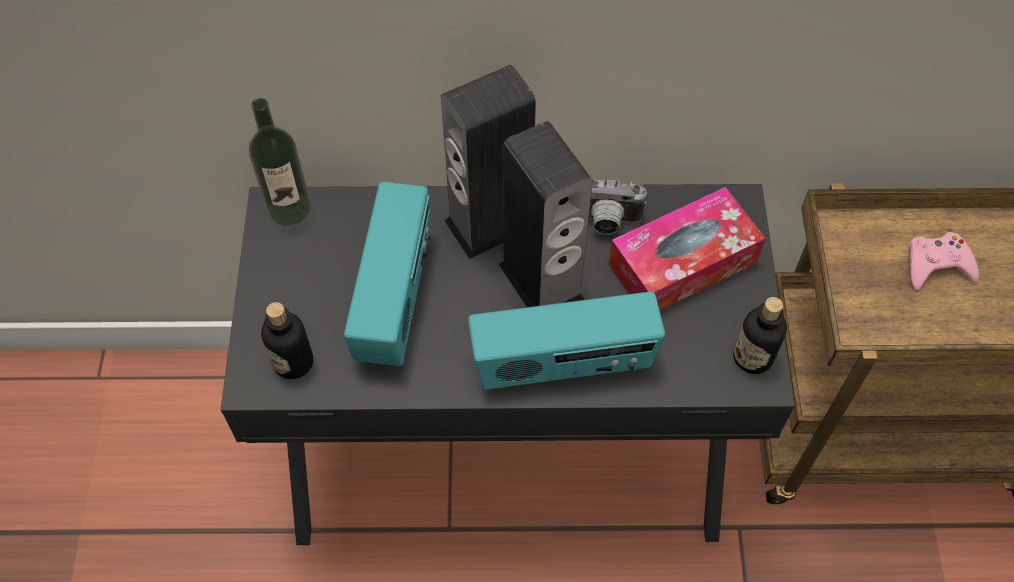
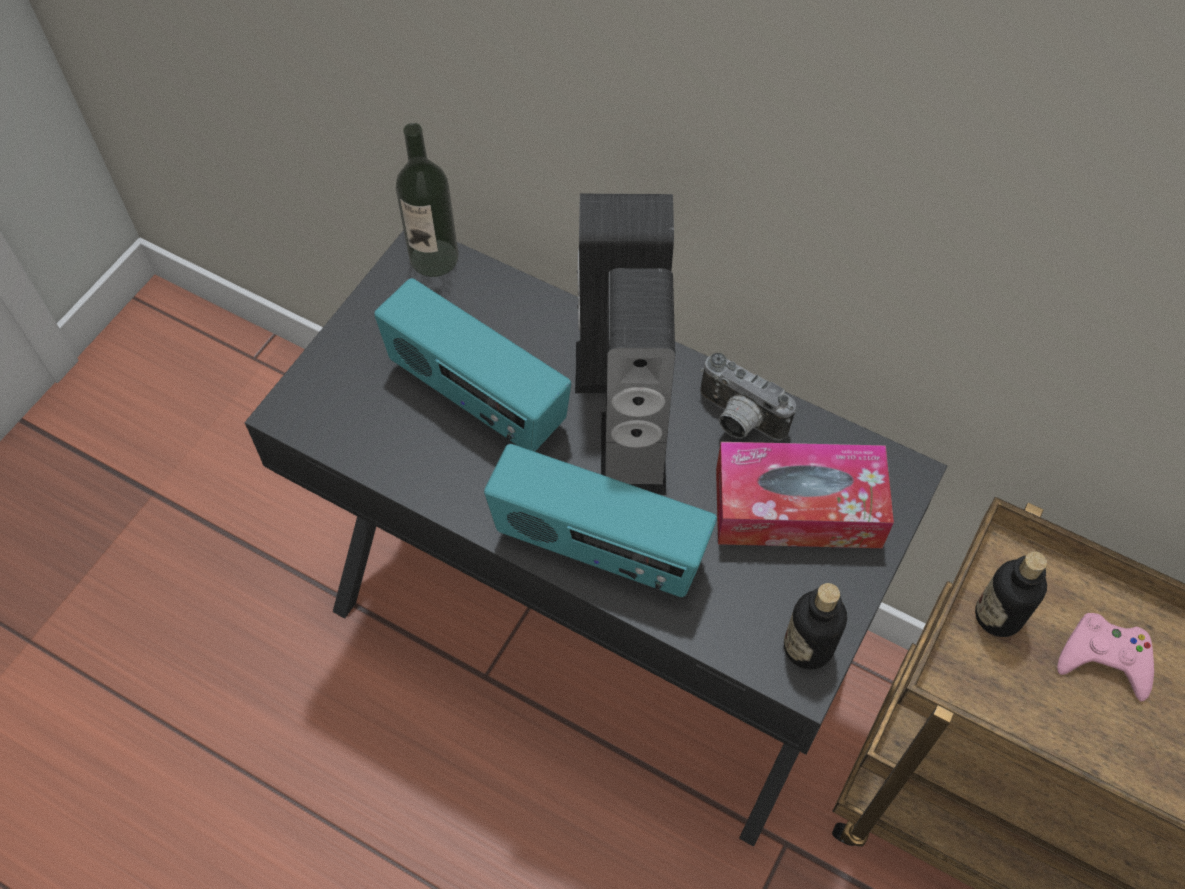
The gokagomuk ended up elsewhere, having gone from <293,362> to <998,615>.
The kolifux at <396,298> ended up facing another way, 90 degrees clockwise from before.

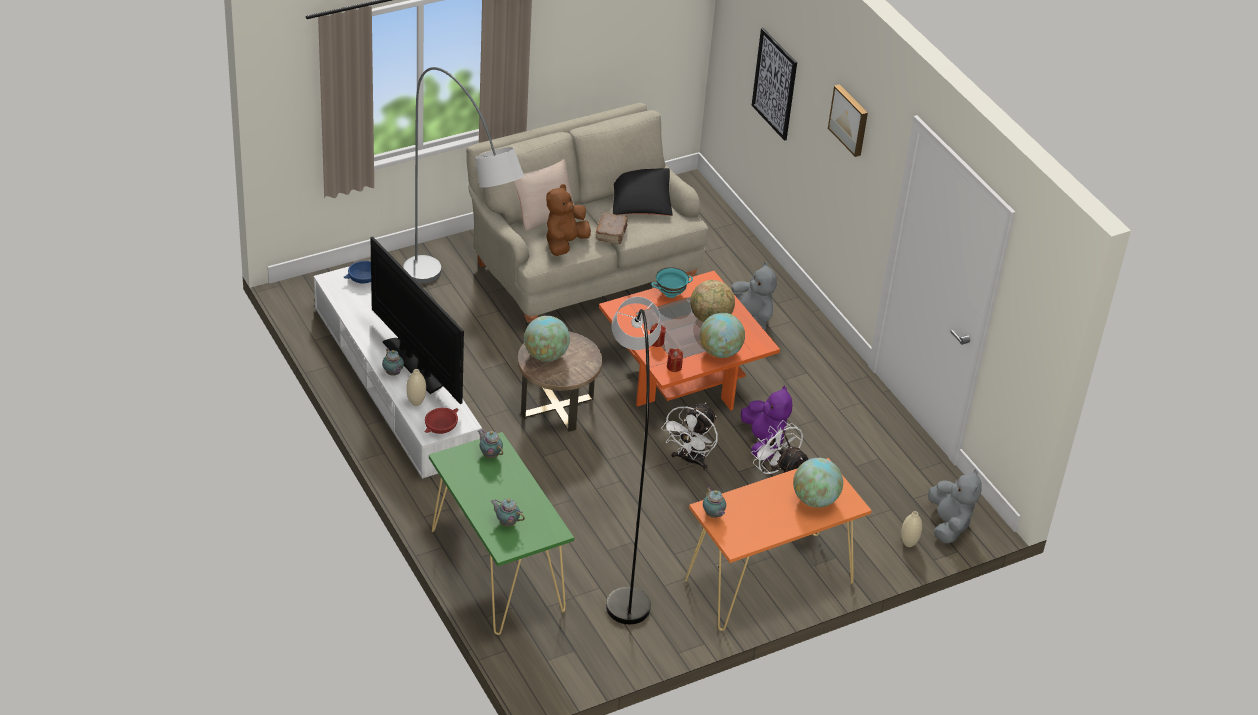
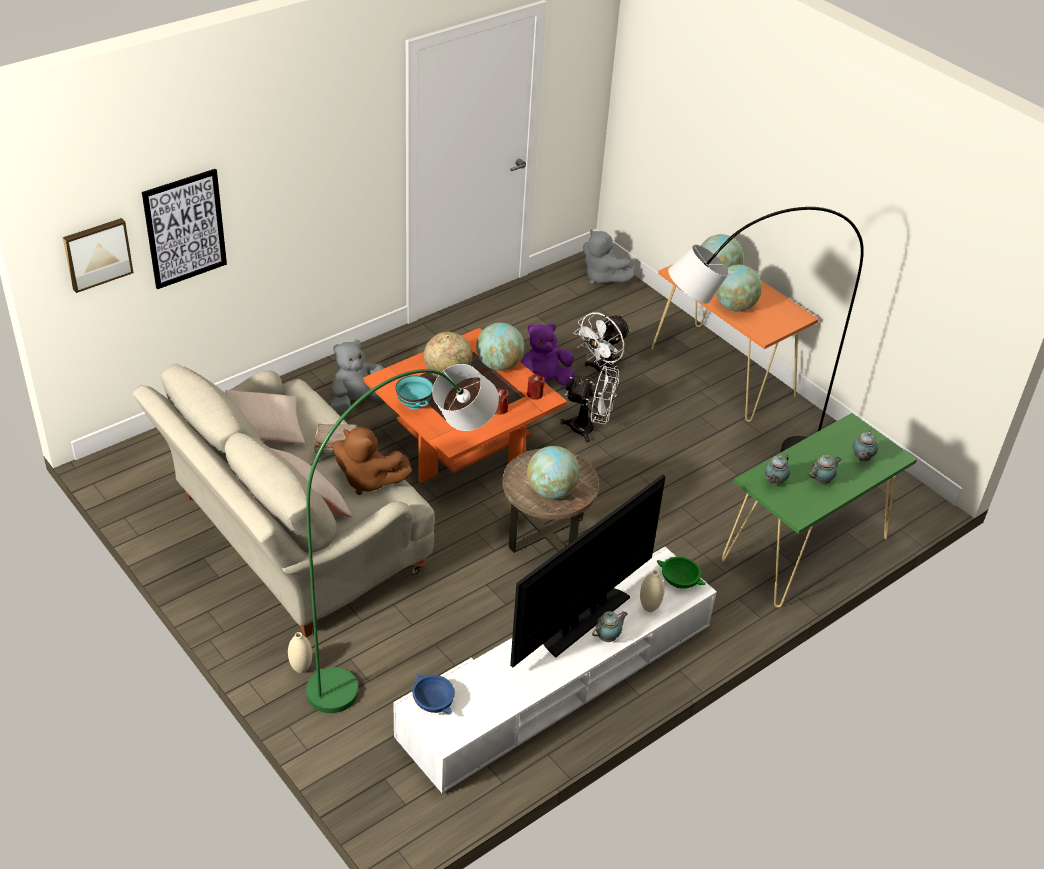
The second view gained the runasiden at <734,306>.
The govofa ended up elsewhere, having gone from <713,515> to <822,481>.
The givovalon ended up elsewhere, having gone from <850,119> to <97,253>.
The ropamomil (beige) ended up elsewhere, having gone from <908,544> to <301,668>.
What was the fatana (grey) at <461,311> turned into the fatana (green) at <404,640>.
What was the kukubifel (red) at <441,427> turned into the kukubifel (green) at <680,579>.
What was the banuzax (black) at <640,201> turned into the banuzax (beige) at <265,428>.
The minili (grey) at <949,524> ended up facing another way, 120 degrees counterclockwise from before.

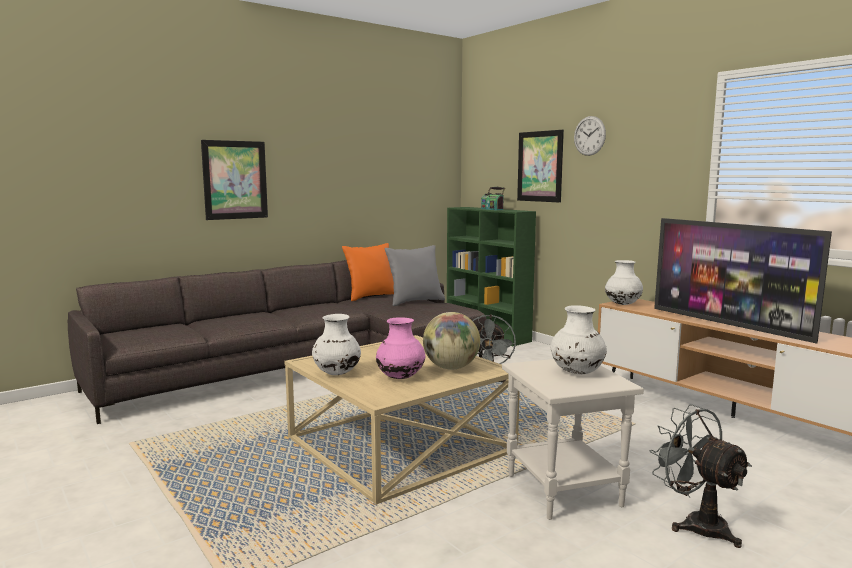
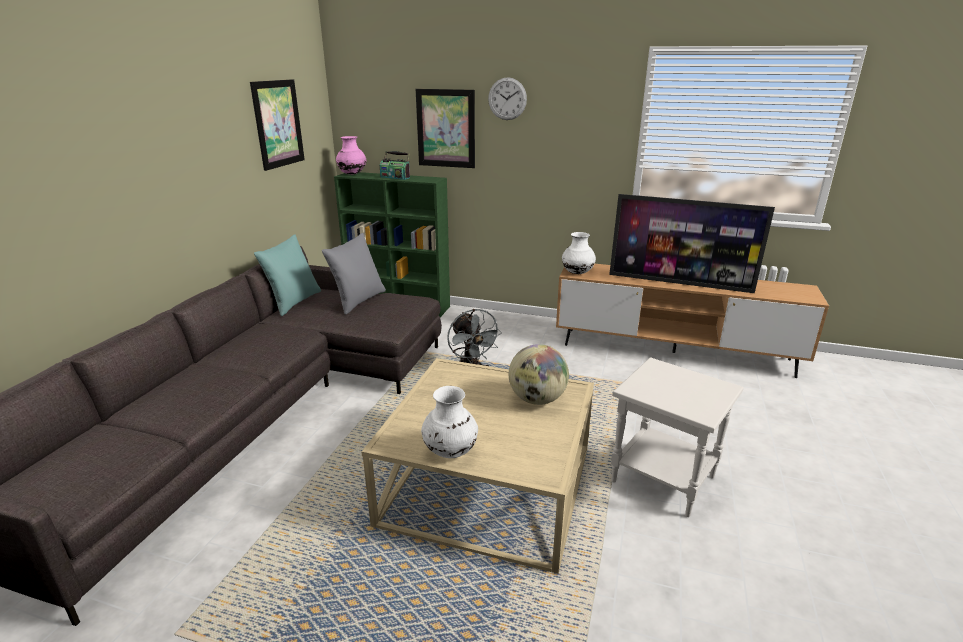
The second view lost the ropamomil (white) at <577,372>.
The second view lost the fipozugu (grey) at <696,524>.
The givovalon ended up elsewhere, having gone from <235,180> to <278,124>.
The ropamomil (pink) ended up elsewhere, having gone from <400,377> to <352,174>.
What was the banuzax (orange) at <371,296> turned into the banuzax (turquoise) at <294,302>.

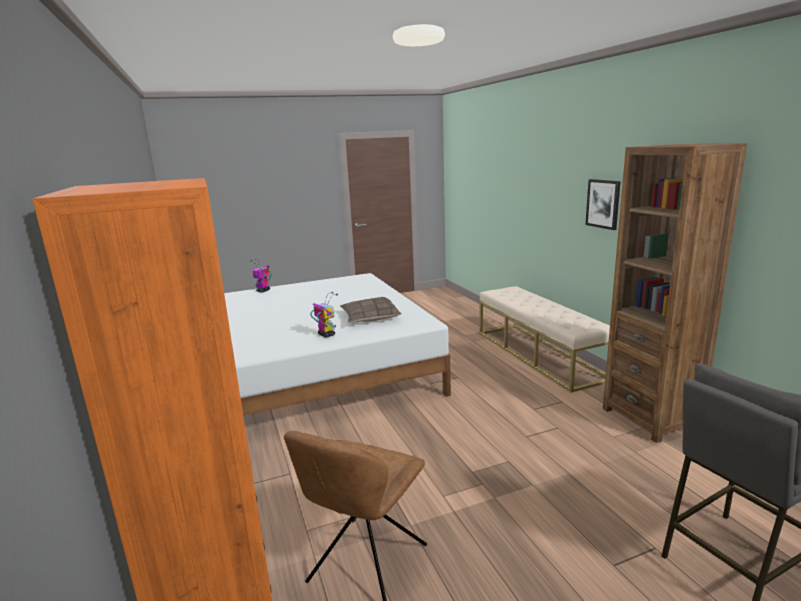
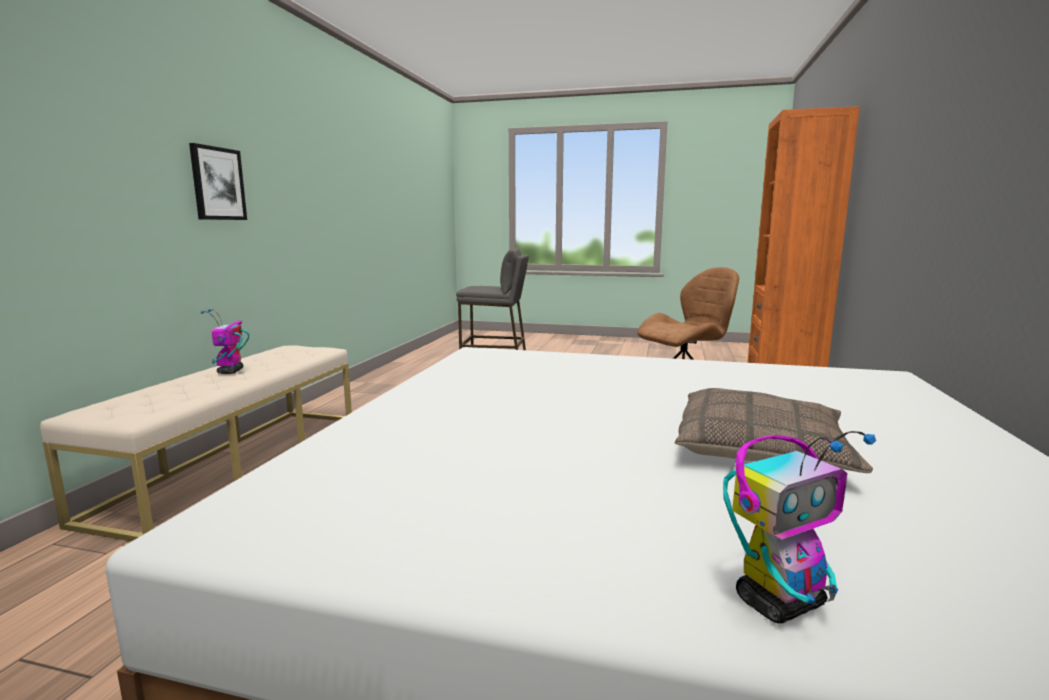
The second view lost the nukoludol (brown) at <650,418>.
The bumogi ended up elsewhere, having gone from <326,334> to <230,372>.
The banuzax ended up elsewhere, having gone from <369,317> to <762,449>.

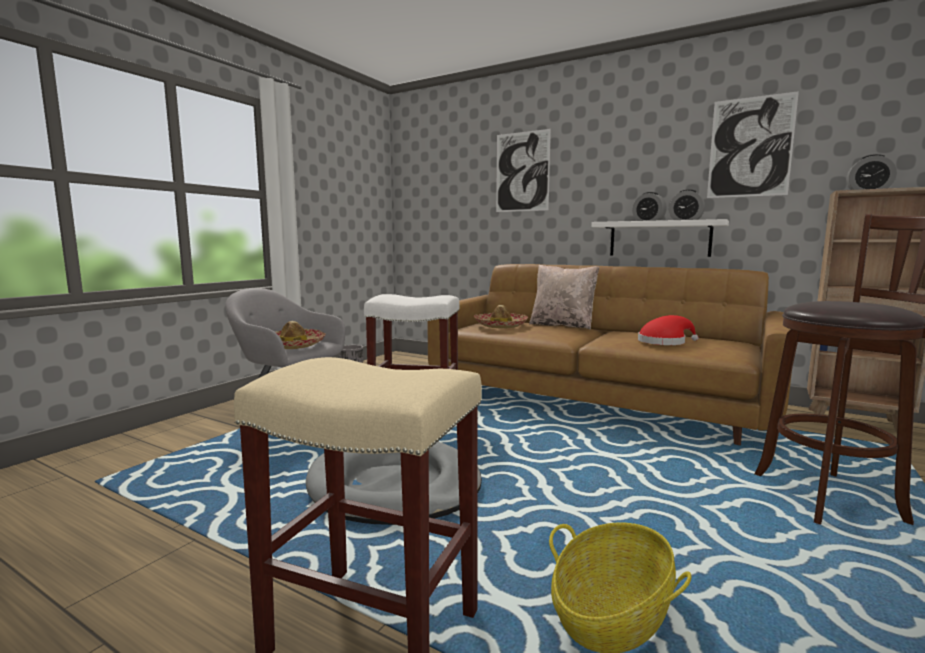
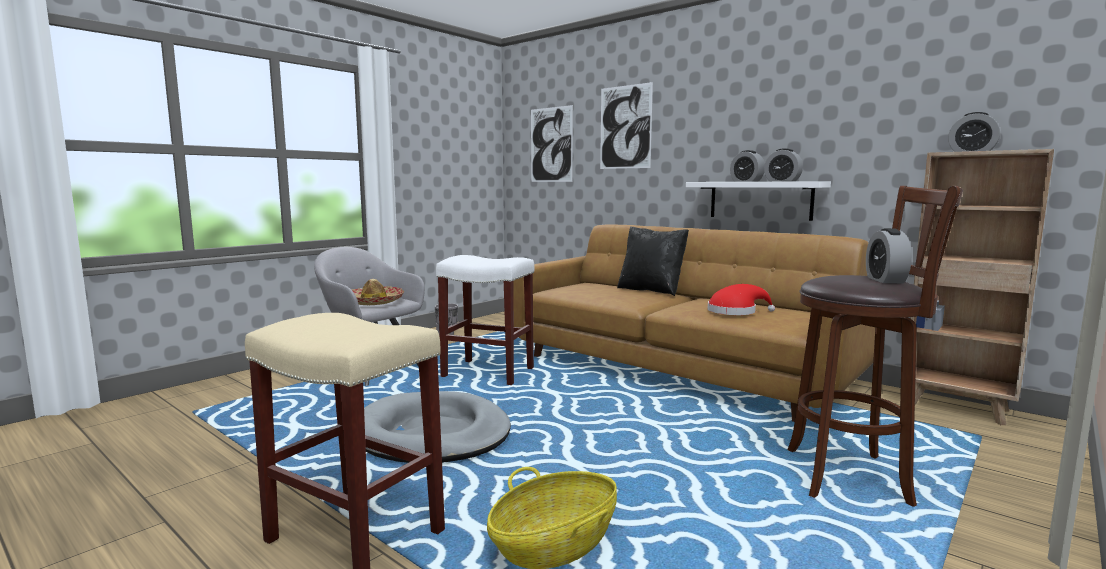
The second view lost the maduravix at <500,326>.
The second view gained the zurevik at <885,280>.
The givovalon ended up elsewhere, having gone from <750,147> to <551,145>.
What was the banuzax (beige) at <562,325> turned into the banuzax (black) at <651,290>.

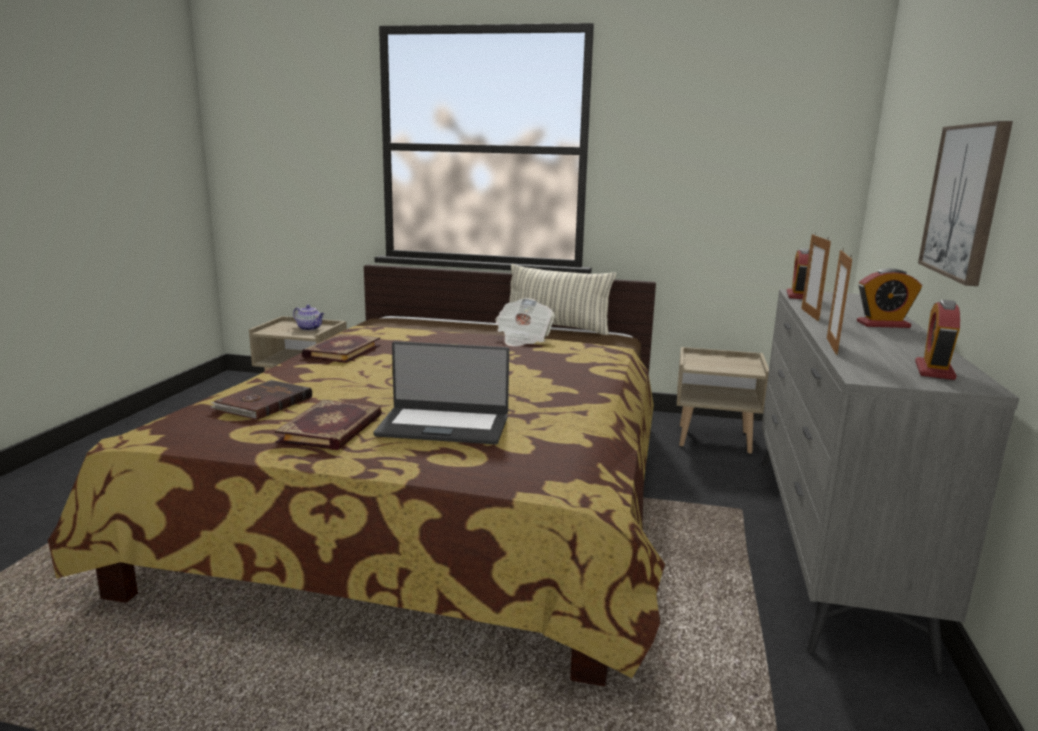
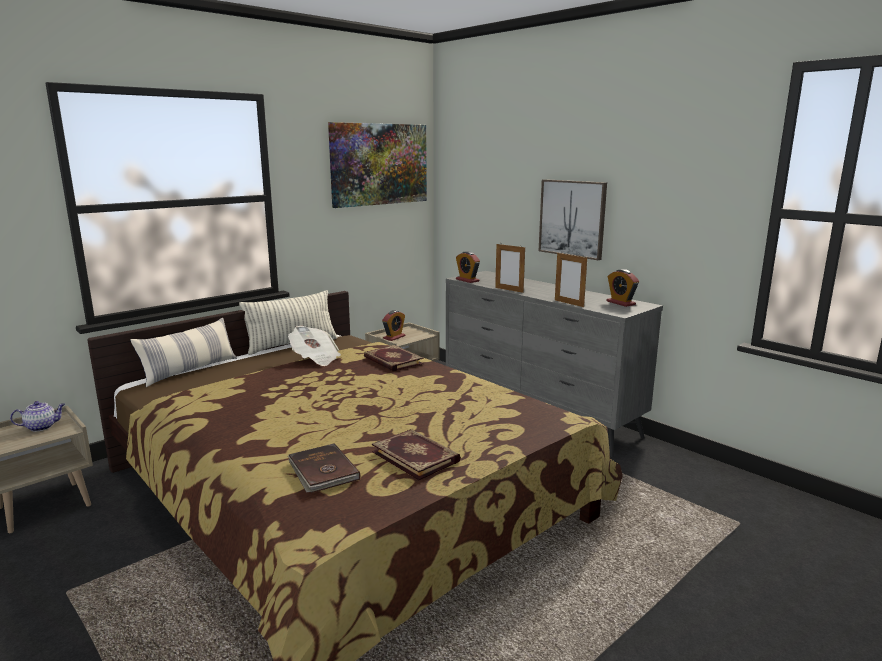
The second view lost the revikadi at <443,426>.
The second view gained the banuzax at <190,370>.
The second view gained the givovalon at <379,164>.
The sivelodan ended up elsewhere, having gone from <341,351> to <392,361>.
The zurevik ended up elsewhere, having gone from <883,324> to <394,337>.

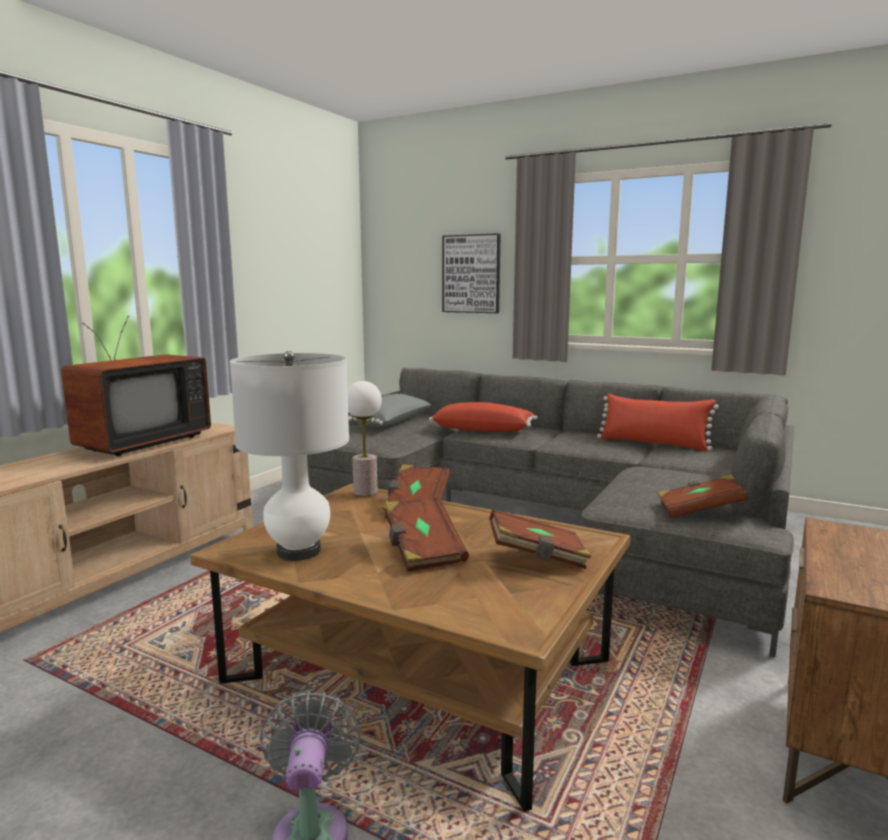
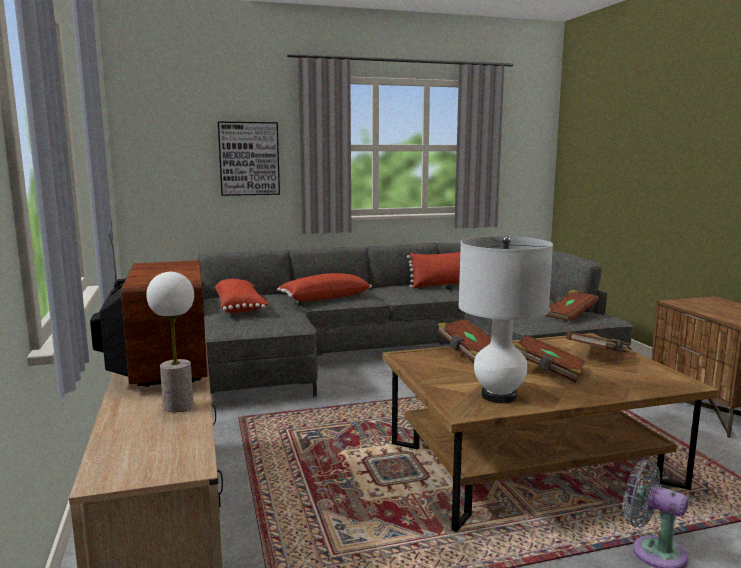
The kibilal ended up elsewhere, having gone from <365,492> to <178,406>.
What was the banuzax (grey) at <392,423> turned into the banuzax (red) at <240,307>.

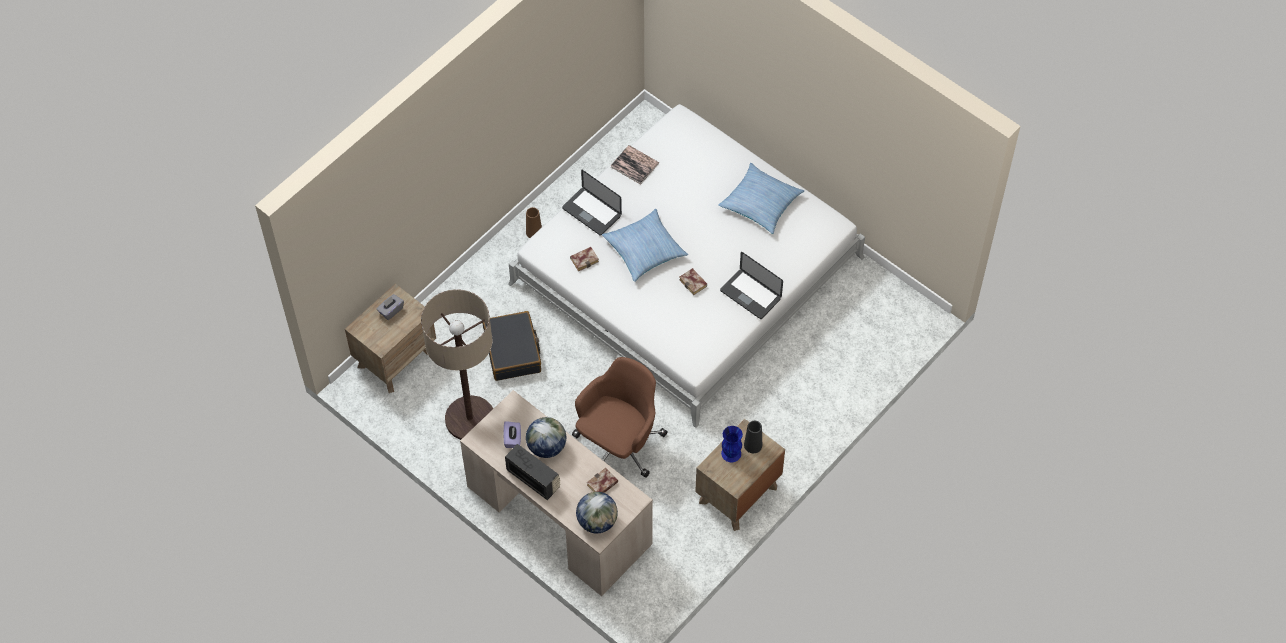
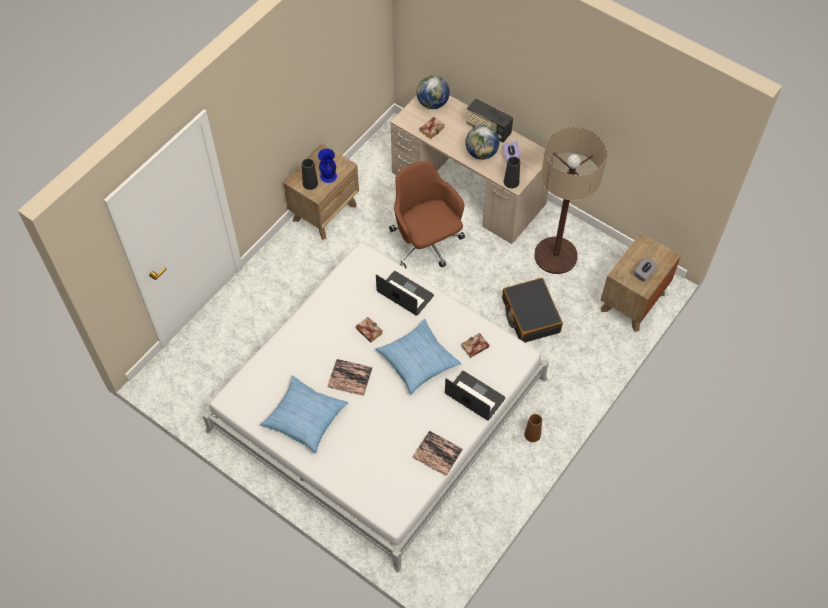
The second view gained the sivelodan at <350,378>.
The second view gained the ropamomil (black) at <511,182>.
The revikadi ended up elsewhere, having gone from <750,295> to <405,294>.
The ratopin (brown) at <619,444> ended up facing another way, 120 degrees clockwise from before.

